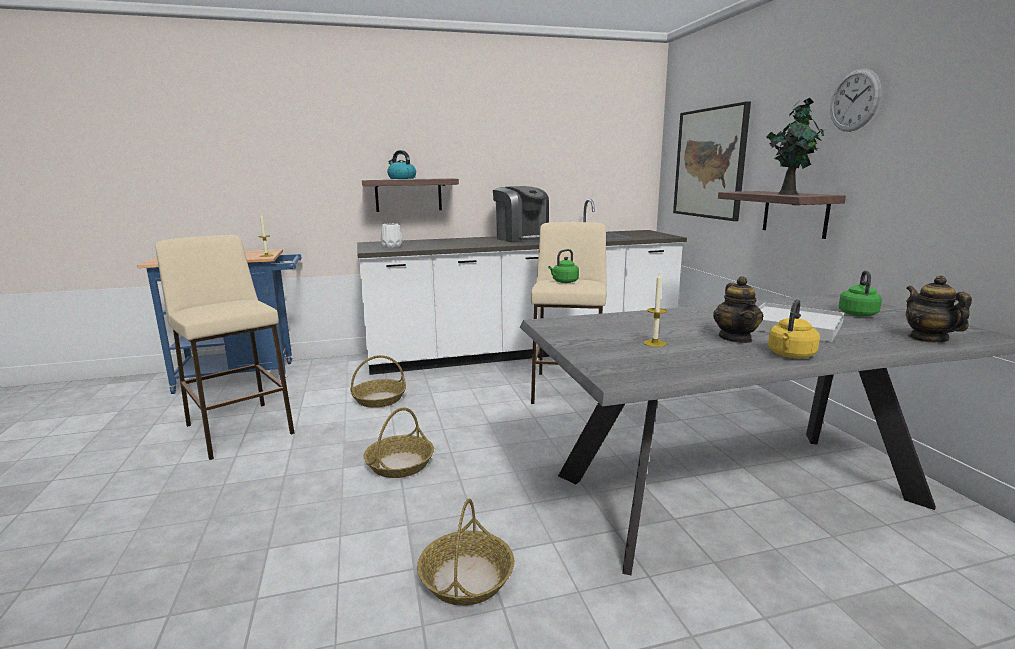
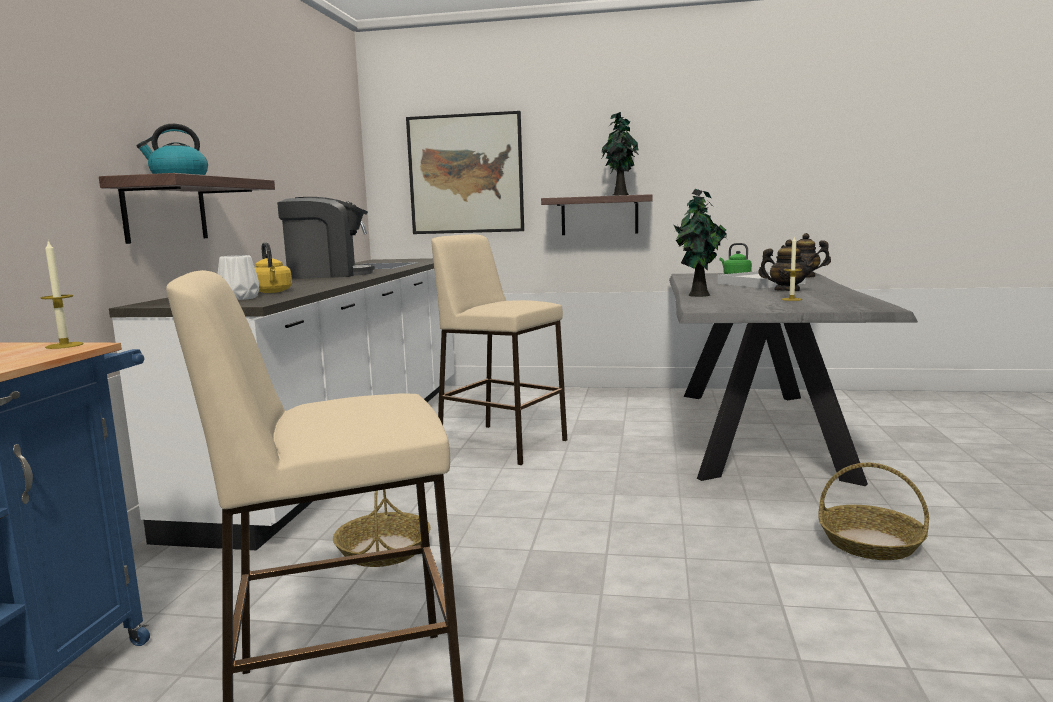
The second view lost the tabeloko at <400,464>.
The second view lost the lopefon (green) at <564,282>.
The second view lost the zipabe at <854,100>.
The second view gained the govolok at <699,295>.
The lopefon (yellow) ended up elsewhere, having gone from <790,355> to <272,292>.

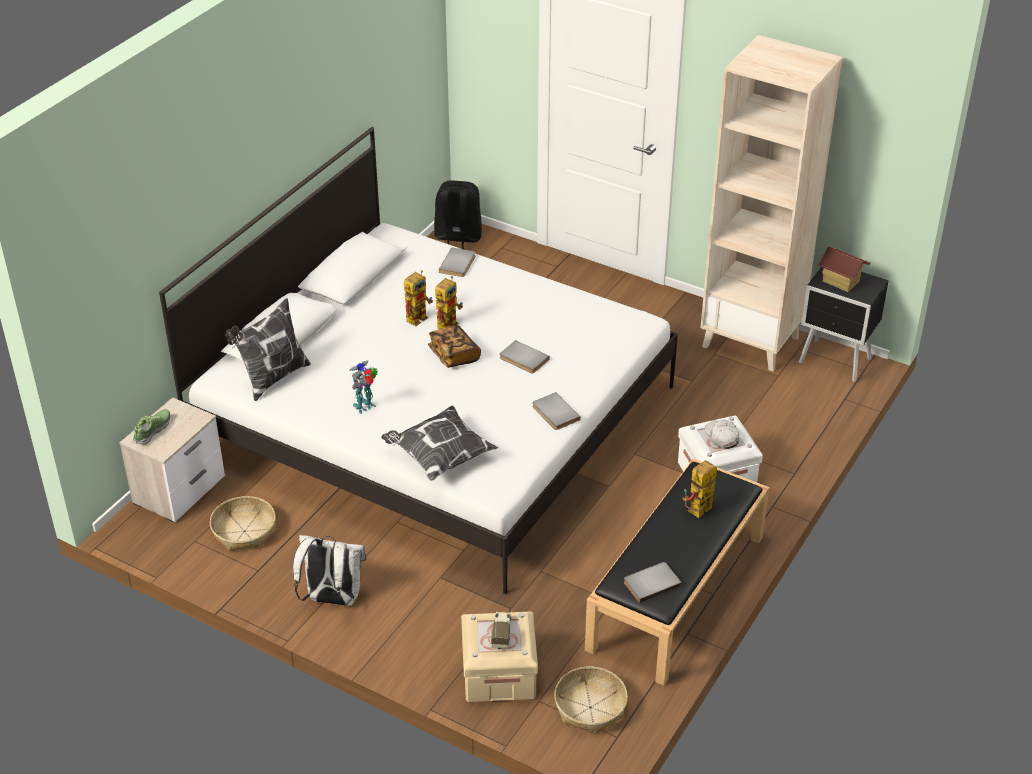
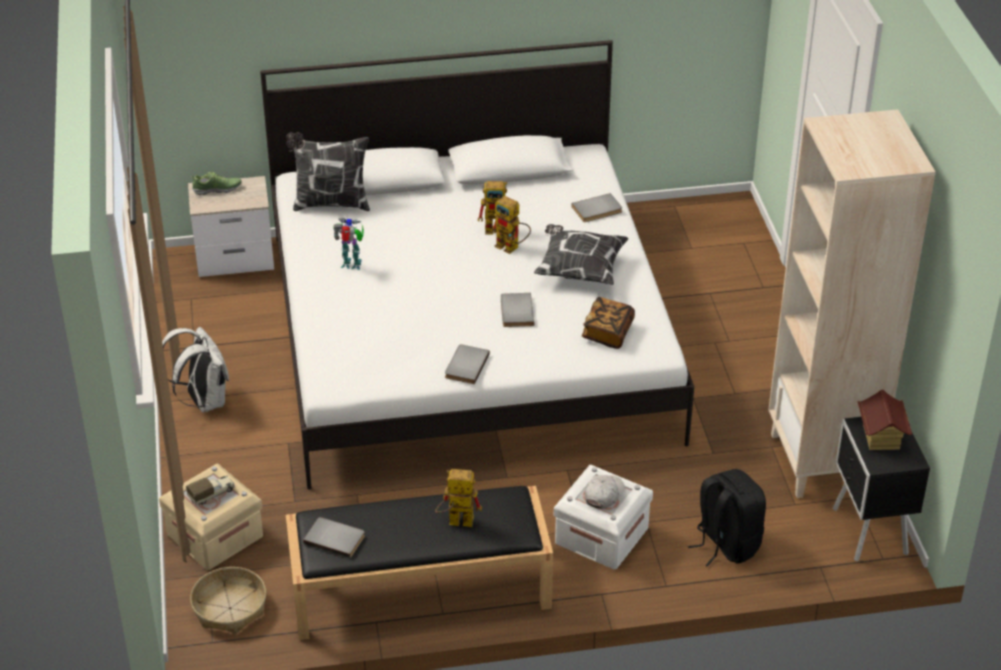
The second view lost the tabeloko at <244,531>.
The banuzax ended up elsewhere, having gone from <439,457> to <579,269>.
The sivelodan ended up elsewhere, having gone from <454,355> to <607,332>.
The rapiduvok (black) ended up elsewhere, having gone from <457,238> to <725,544>.
The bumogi at <448,322> ended up facing another way, 45 degrees clockwise from before.

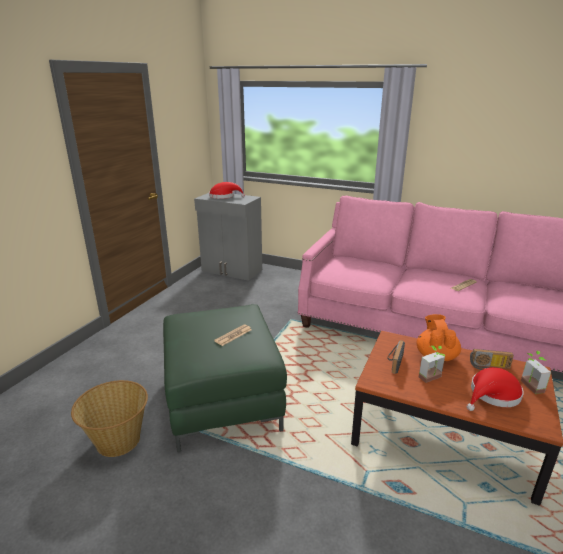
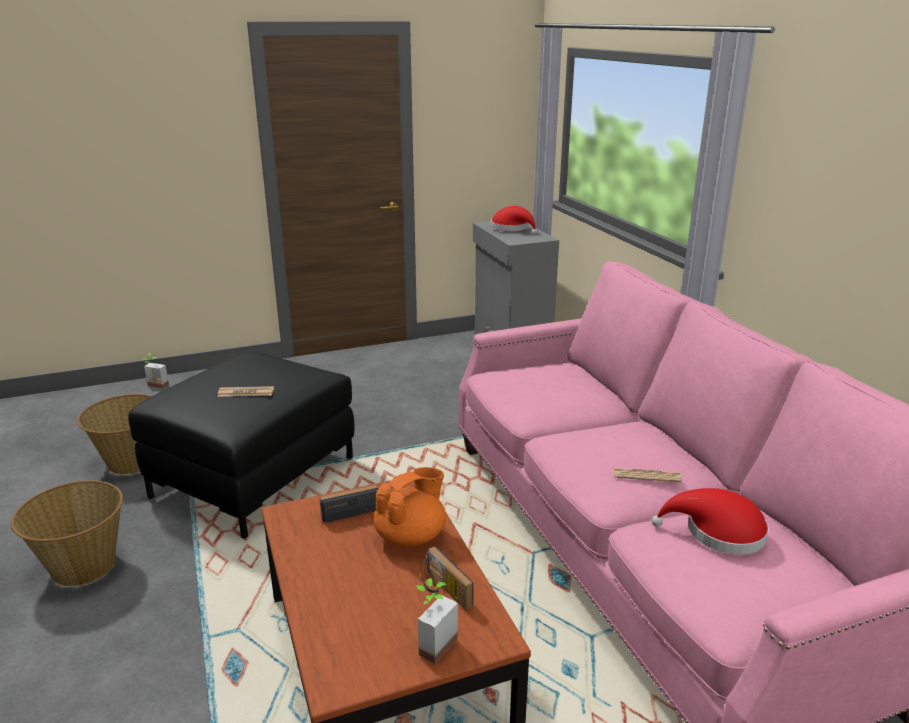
The second view gained the tabeloko at <83,565>.
The govolok ended up elsewhere, having gone from <433,379> to <155,387>.
The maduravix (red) ended up elsewhere, having gone from <492,395> to <718,532>.
What was the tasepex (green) at <222,399> turned into the tasepex (black) at <254,477>.

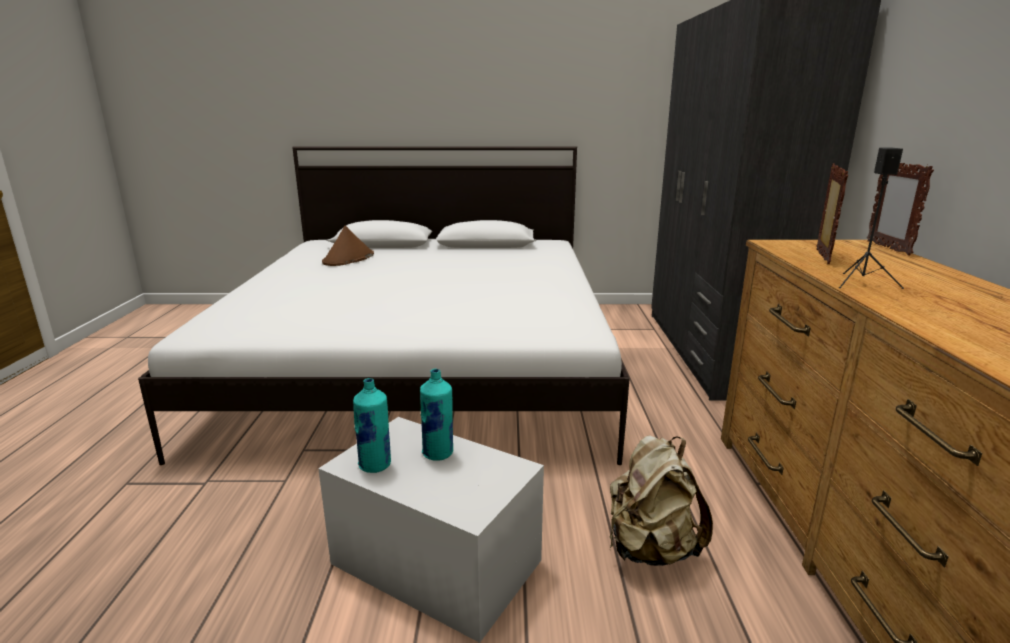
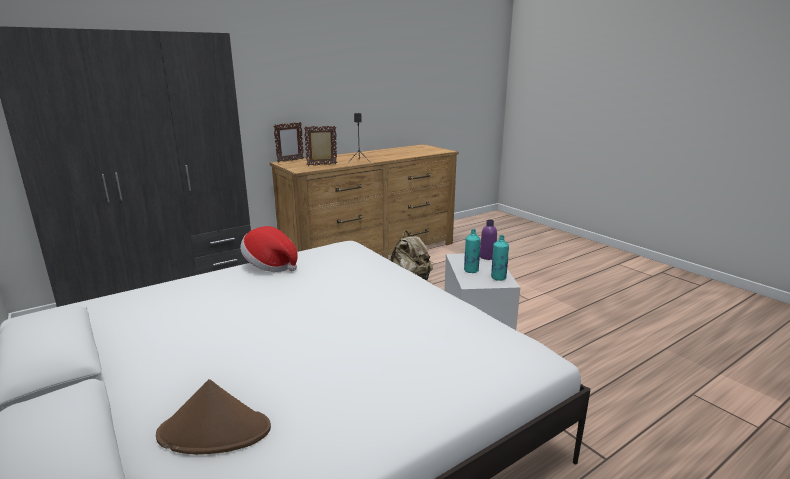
The second view gained the maduravix at <270,265>.
The second view gained the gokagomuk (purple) at <487,257>.

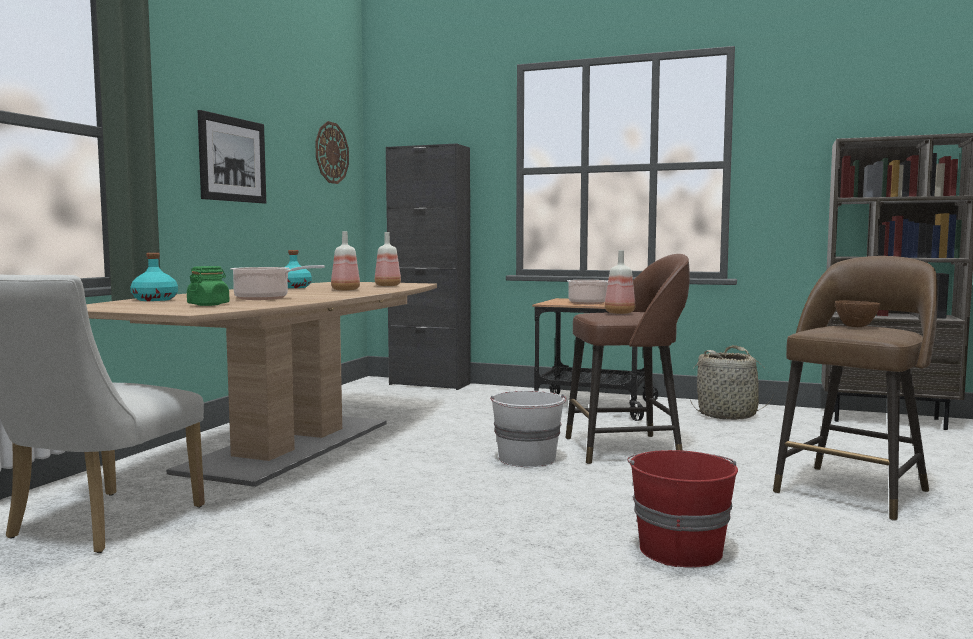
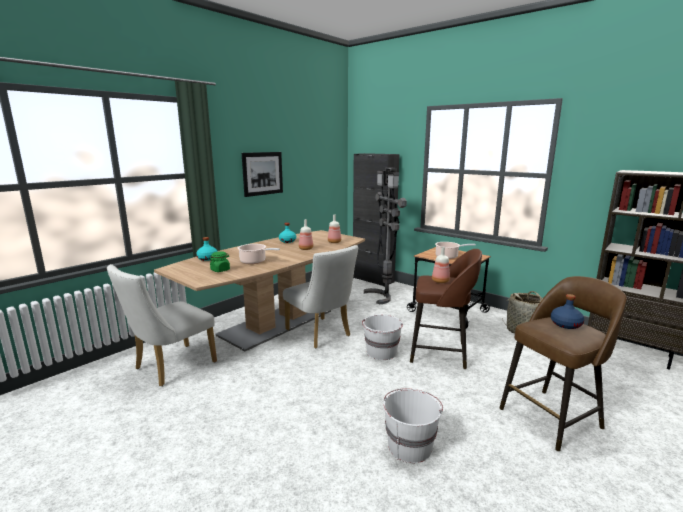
The second view lost the zipabe at <331,153>.
The second view gained the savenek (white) at <321,335>.
The second view gained the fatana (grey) at <384,296>.
Where the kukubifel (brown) stood at <855,326>, the gokagomuk (blue) came to stand at <565,324>.
What was the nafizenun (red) at <679,549> turned into the nafizenun (white) at <409,445>.

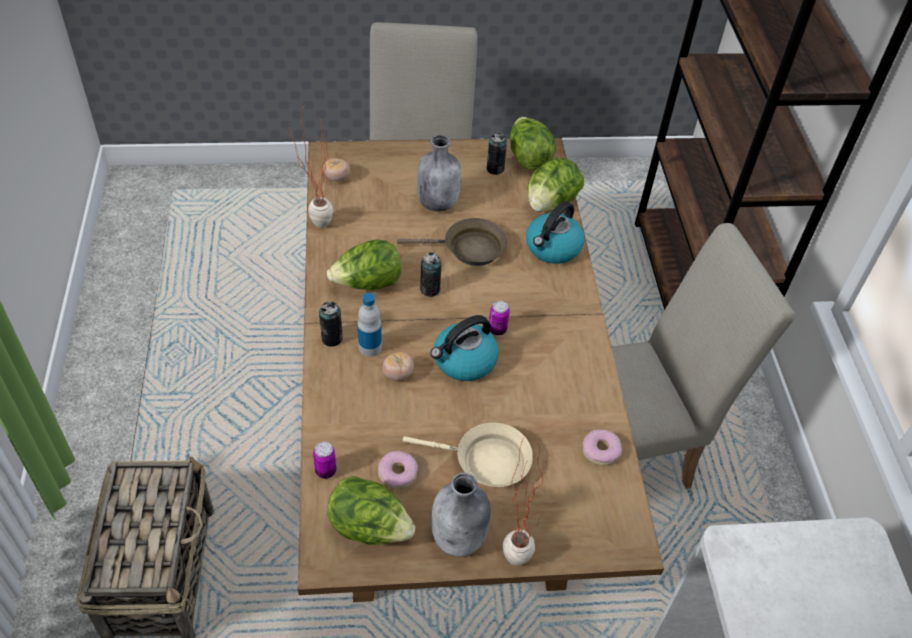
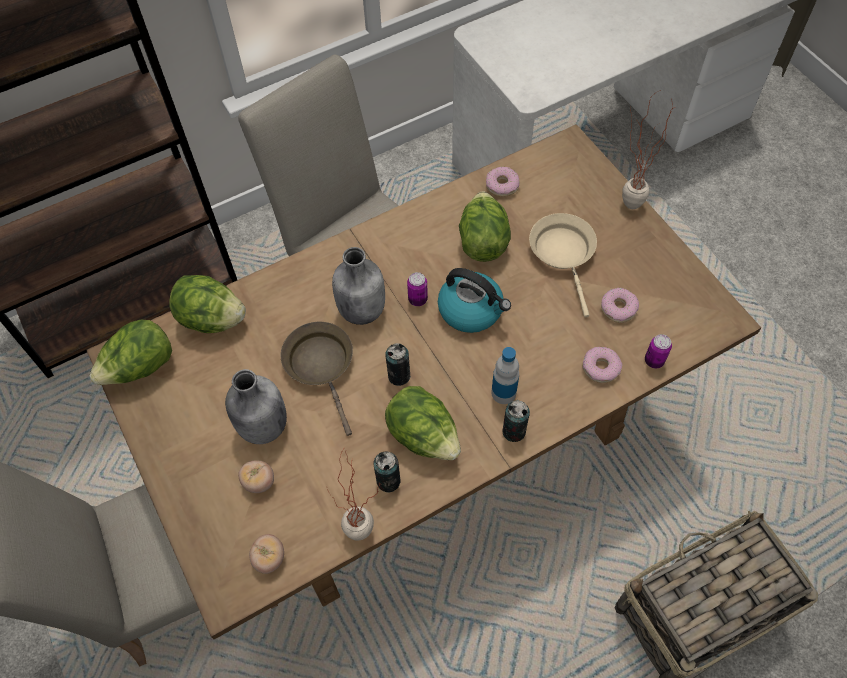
The second view lost the lopefon at <552,248>.
The second view gained the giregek at <601,368>.
The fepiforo ended up elsewhere, having gone from <369,527> to <482,241>.
The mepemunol ended up elsewhere, having gone from <398,374> to <259,482>.
The gokagomuk (grey) ended up elsewhere, having gone from <459,538> to <362,309>.
The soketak ended up elsewhere, having gone from <495,169> to <388,481>.

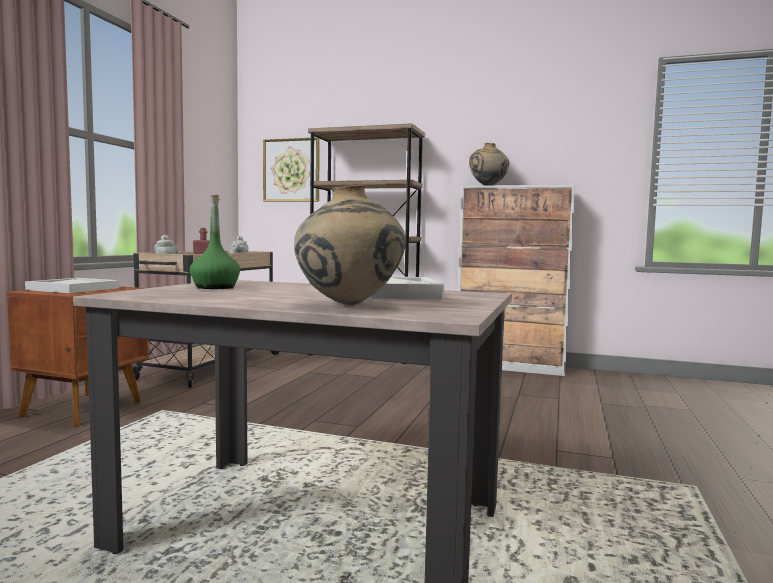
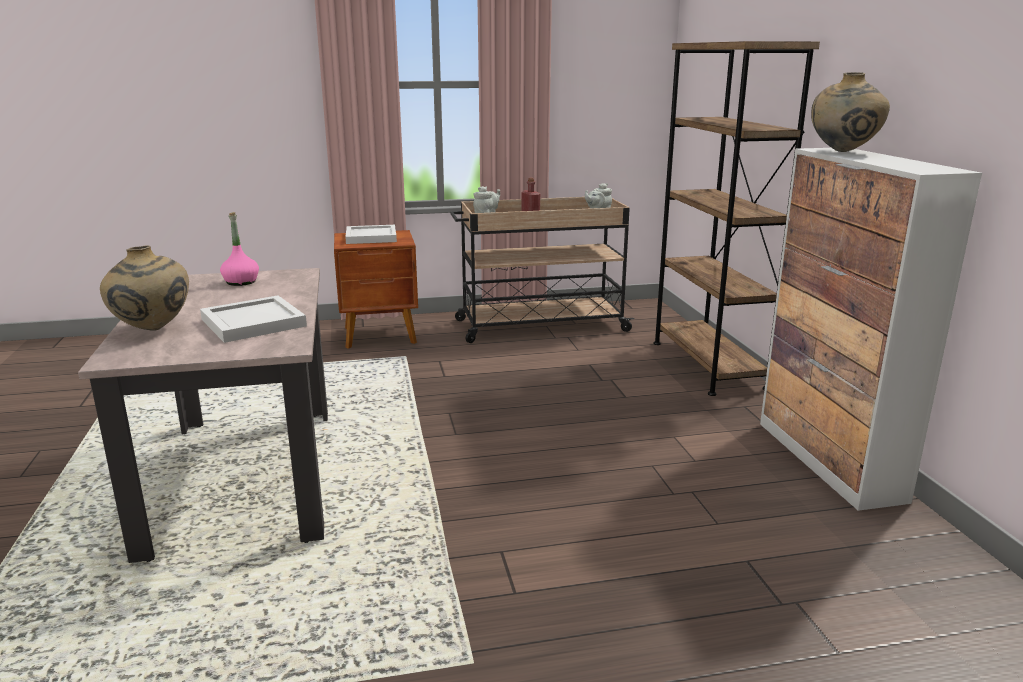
The second view lost the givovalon at <291,170>.
What was the gokagomuk (green) at <215,287> turned into the gokagomuk (pink) at <241,282>.

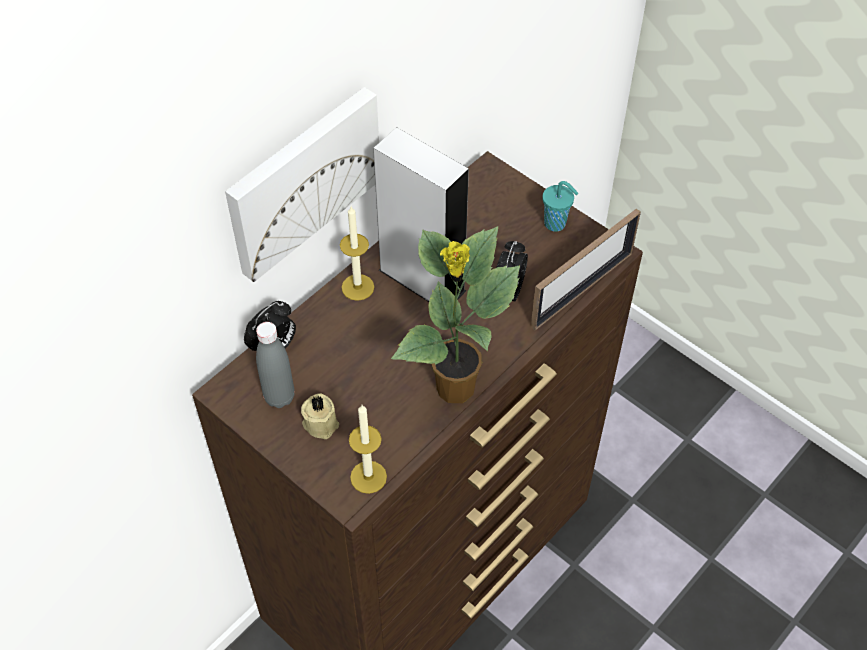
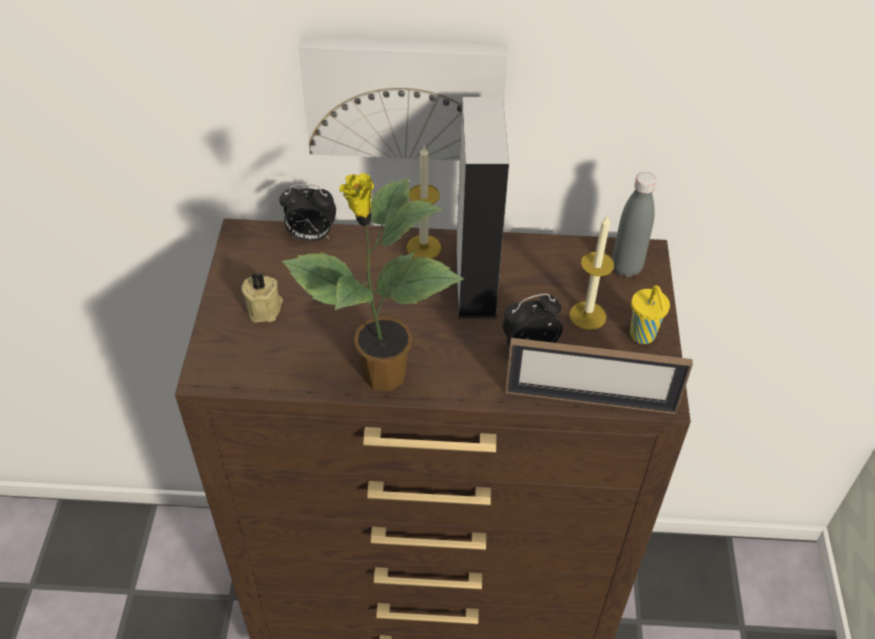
The gokagomuk (grey) ended up elsewhere, having gone from <279,397> to <626,267>.
The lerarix ended up elsewhere, having gone from <368,477> to <587,315>.
What was the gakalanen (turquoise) at <556,224> turned into the gakalanen (yellow) at <643,336>.

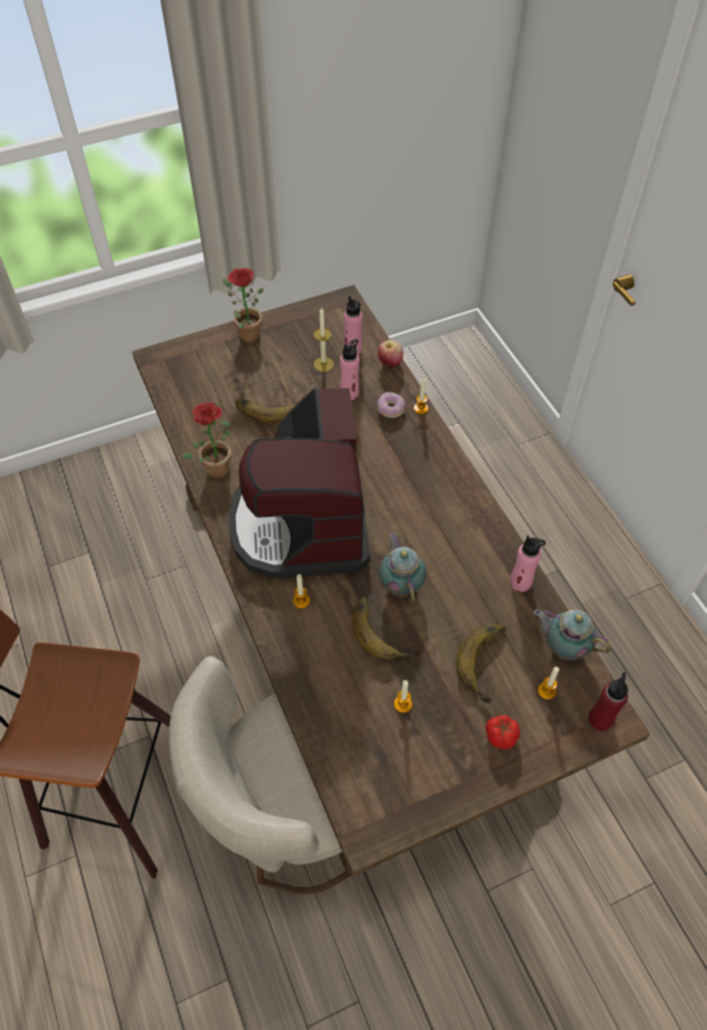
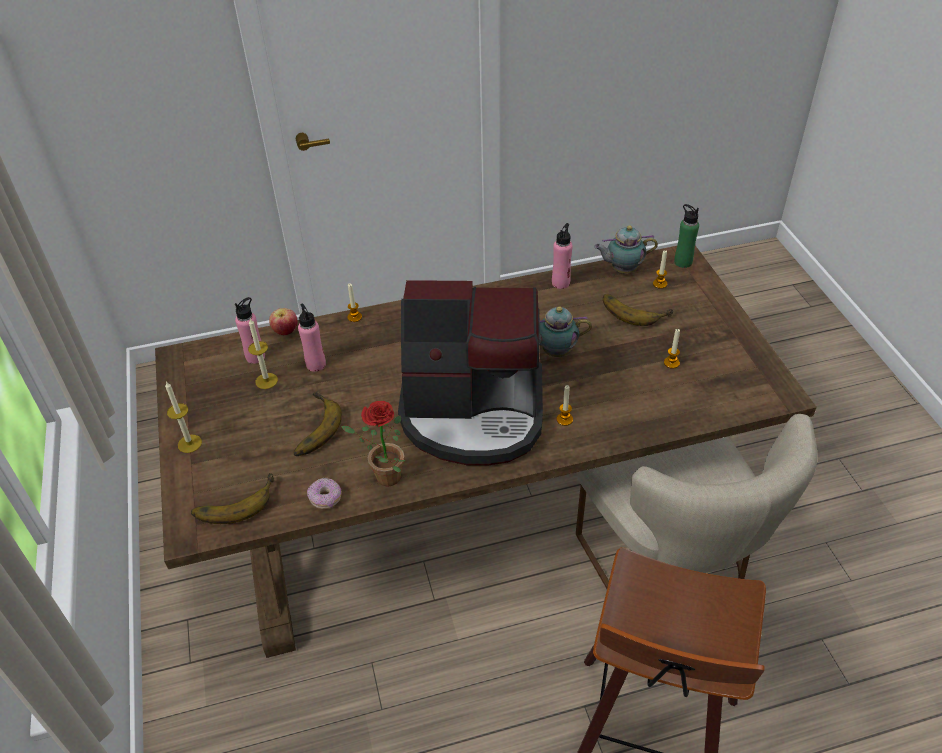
The second view lost the mepemunol at <500,736>.
The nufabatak ended up elsewhere, having gone from <384,630> to <234,501>.
The giregek ended up elsewhere, having gone from <390,409> to <325,498>.
Where the govolok stood at <246,334>, the lerarix came to stand at <189,443>.
What was the gokagomuk (red) at <600,719> turned into the gokagomuk (green) at <683,262>.
The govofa at <563,647> ended up facing another way, 45 degrees clockwise from before.

